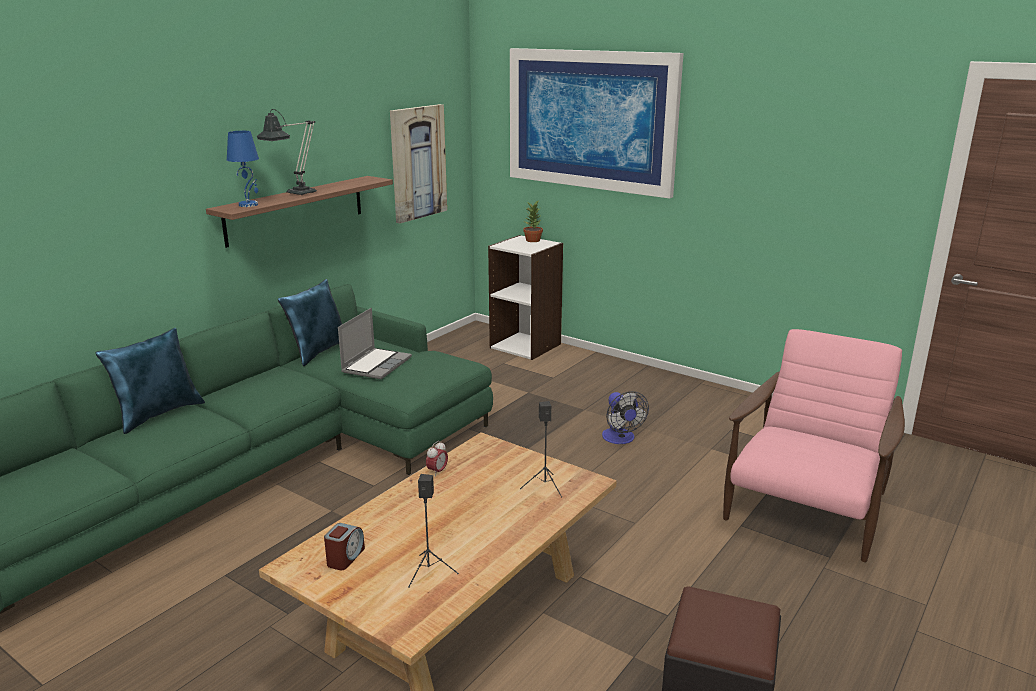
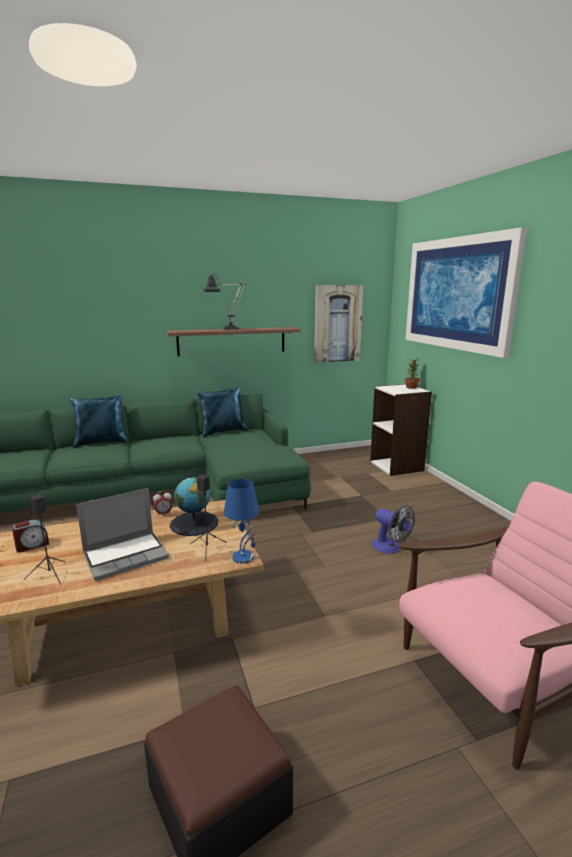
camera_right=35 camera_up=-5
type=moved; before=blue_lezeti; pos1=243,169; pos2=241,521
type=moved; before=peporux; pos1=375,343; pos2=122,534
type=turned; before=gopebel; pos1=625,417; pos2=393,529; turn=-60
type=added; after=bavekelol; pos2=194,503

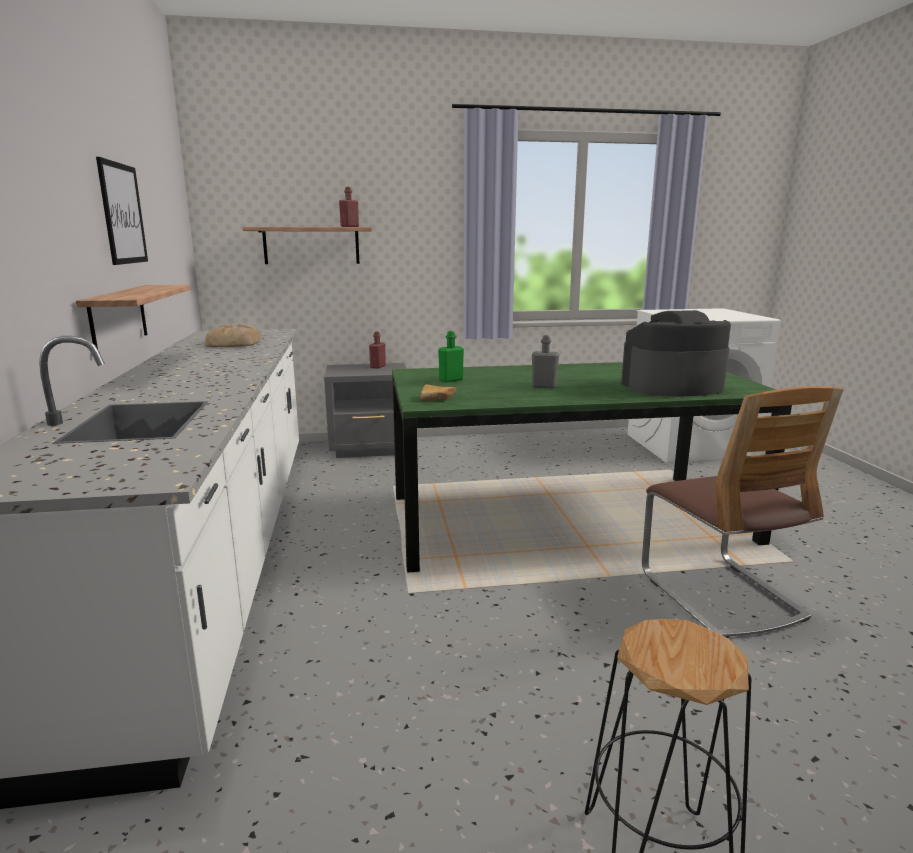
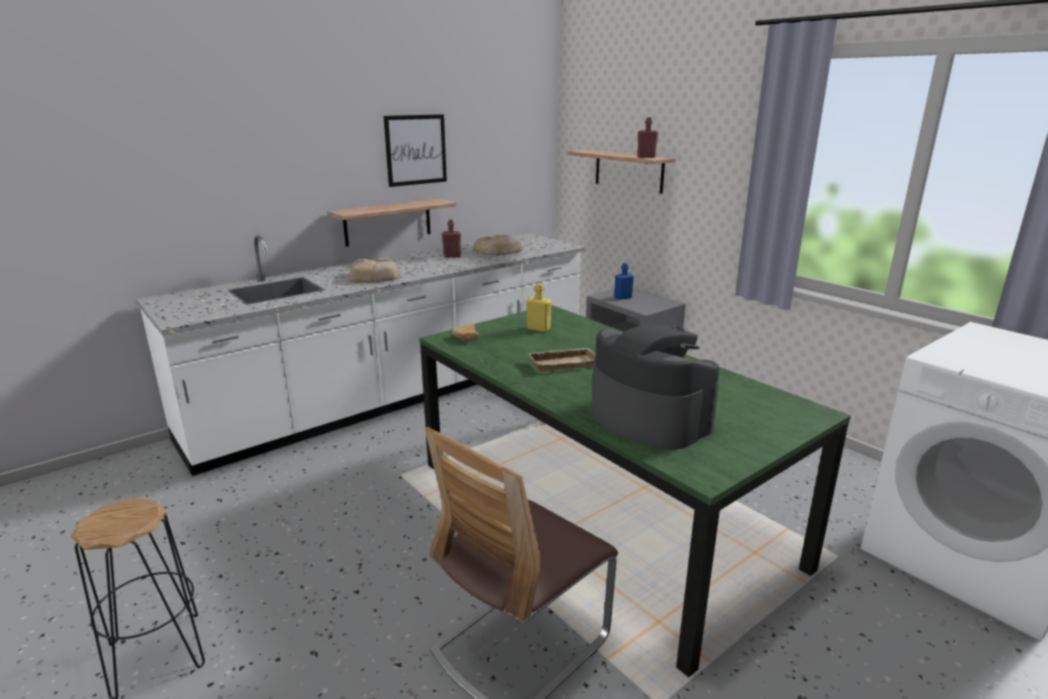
camera_right=60 camera_up=5
type=recoloured; before=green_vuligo; after=yellow_vuligo; pos1=451,356; pos2=539,307
type=moved; before=red_vuligo; pos1=377,350; pos2=451,238
type=replaced; before=grey_vuligo; after=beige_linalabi; pos1=545,361; pos2=562,360
type=added; after=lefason; pos2=374,270
type=added; after=blue_vuligo; pos2=624,281

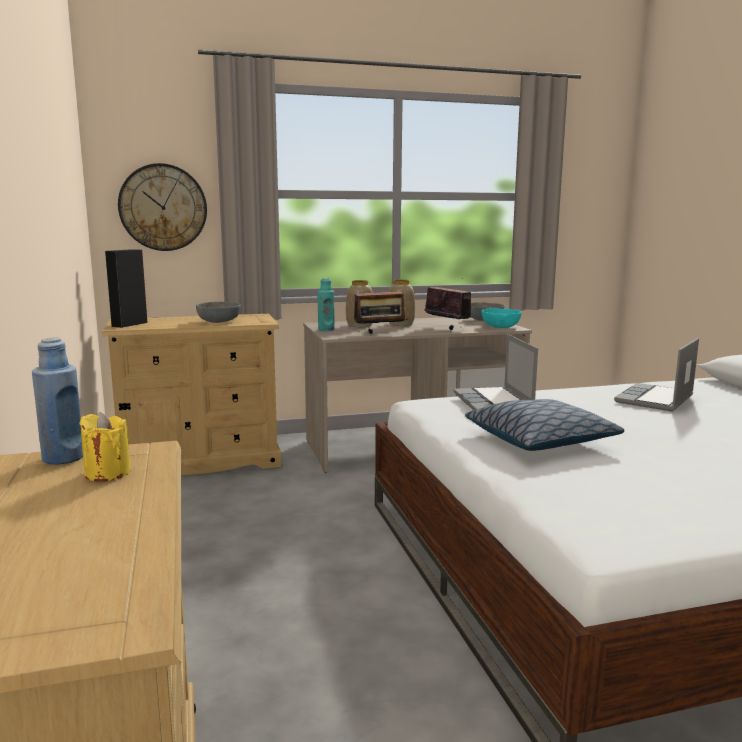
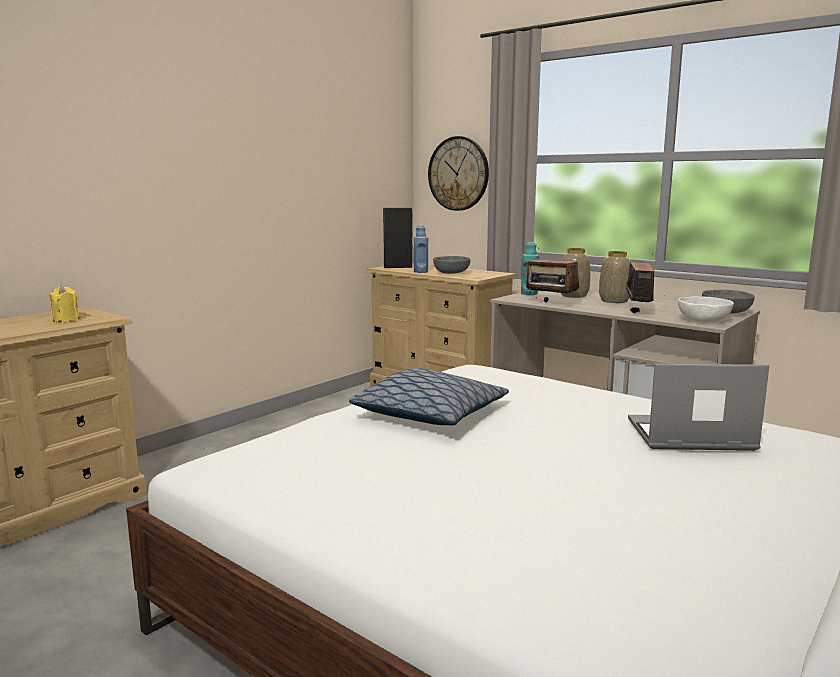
camera_right=55 camera_up=0
type=recoloured; before=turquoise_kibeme; after=white_kibeme; pos1=501,318; pos2=706,309
type=removed; before=peporux; pos1=496,372
type=moved; before=blue_vuligo; pos1=57,401; pos2=421,249

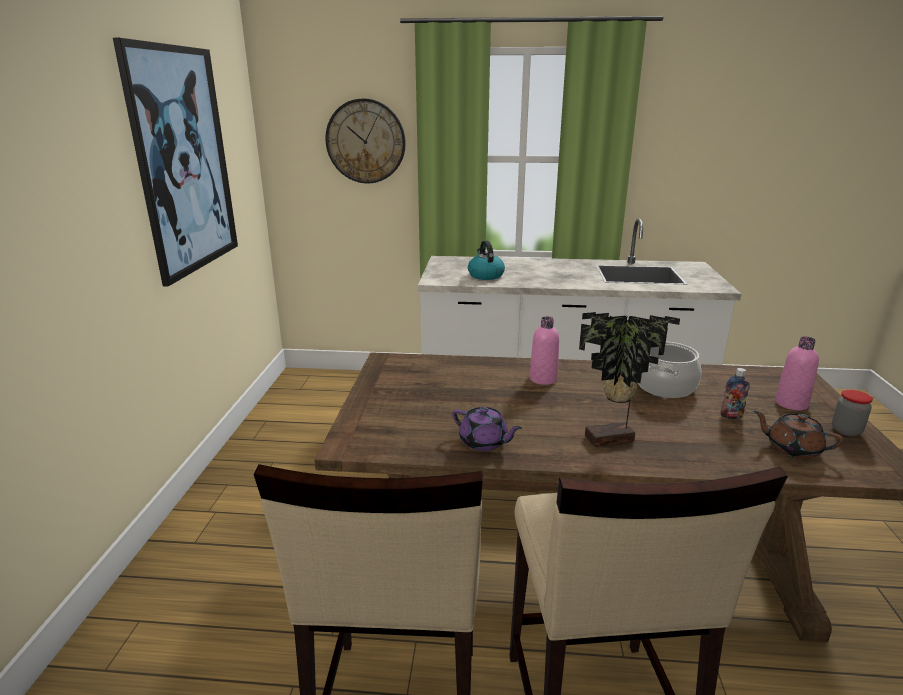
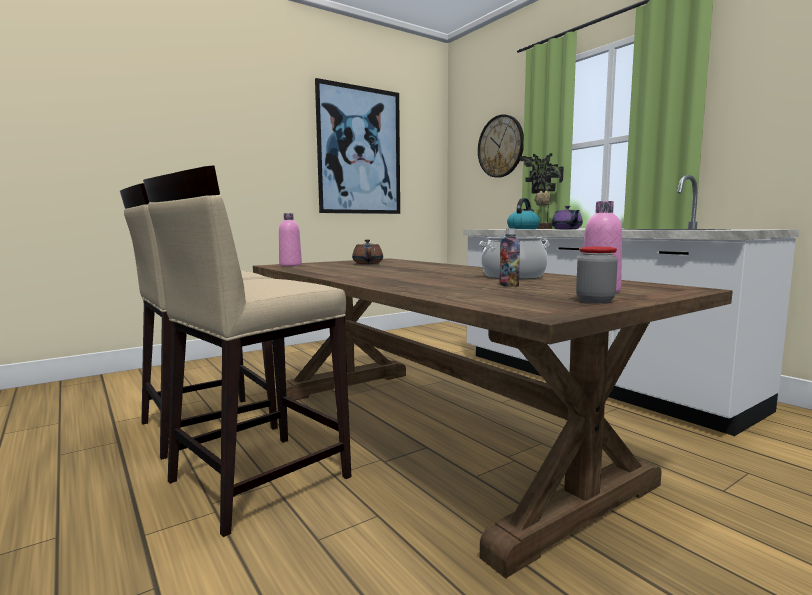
camera_right=50 camera_up=-15
type=moved; before=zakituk; pos1=629,379; pos2=542,191
type=moved; before=pink_vuligo; pos1=544,350; pos2=290,239
type=moved; before=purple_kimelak; pos1=487,429; pos2=567,217
type=moved; before=brown_kimelak; pos1=798,435; pos2=367,251

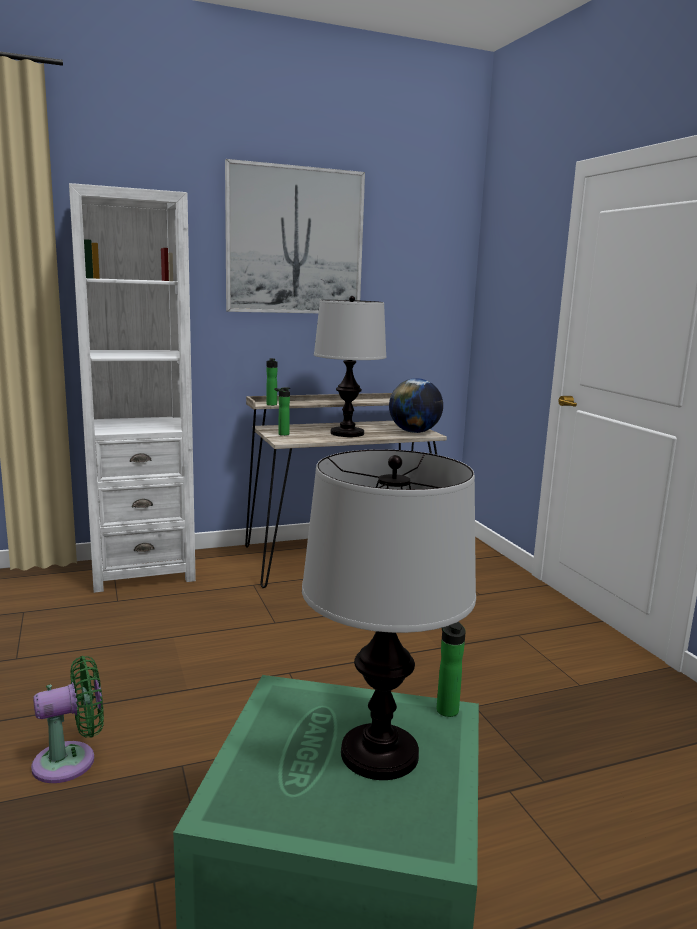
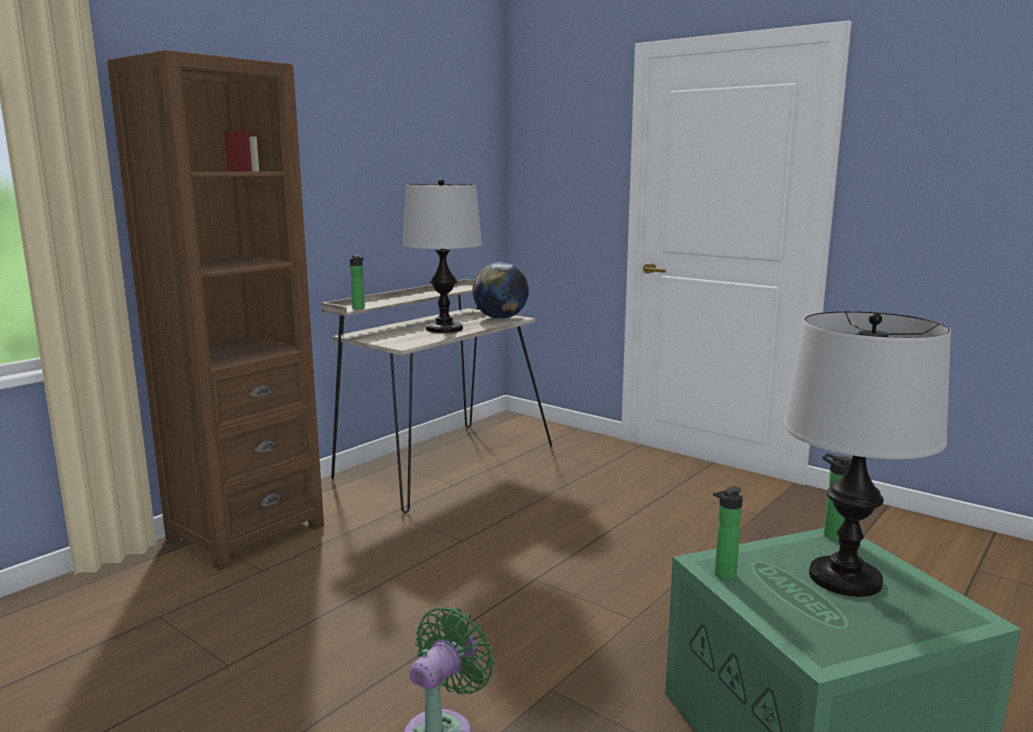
camera_right=-30 camera_up=0
type=removed; before=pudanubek; pos1=295,236
type=recoloured; before=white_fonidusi; after=brown_fonidusi; pos1=132,388; pos2=215,310
type=moved; before=vuligo; pos1=282,411; pos2=728,533

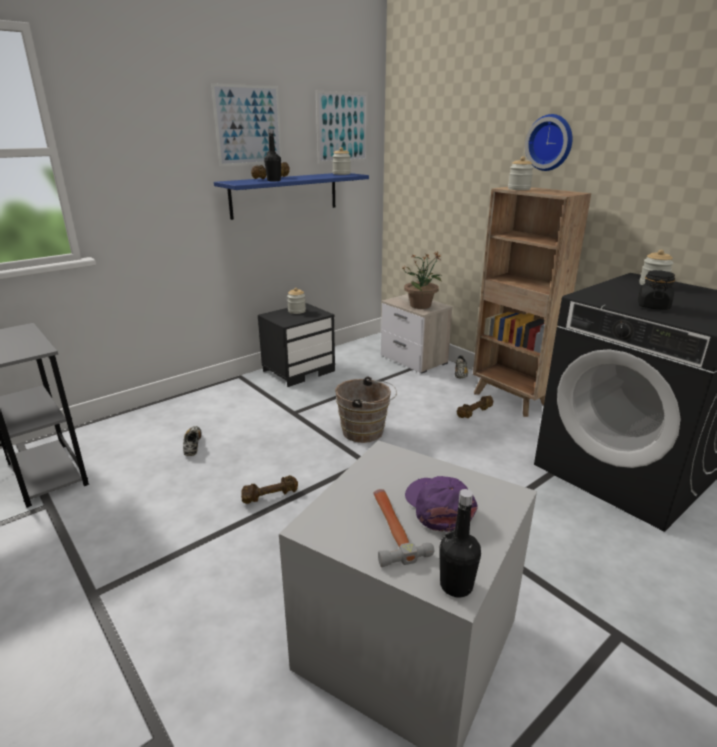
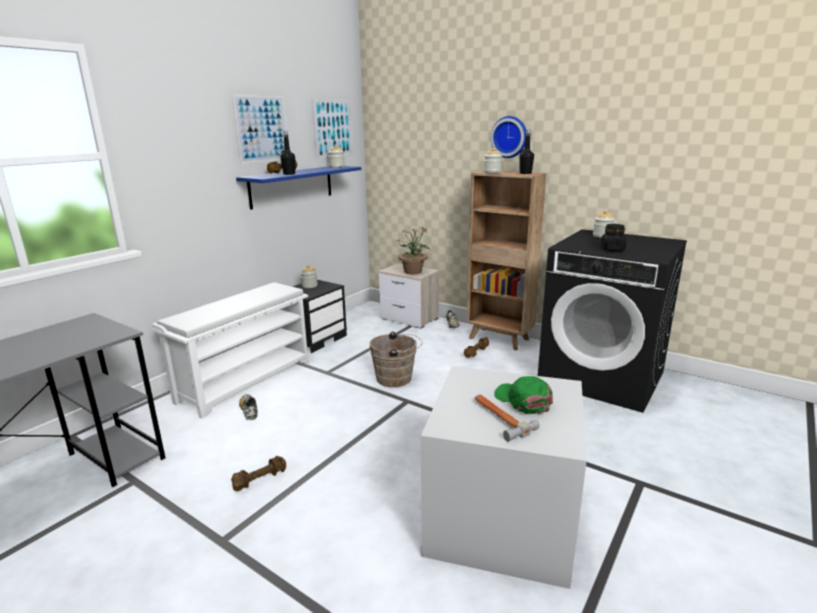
camera_right=-15 camera_up=-5
type=moved; before=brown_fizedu; pos1=269,489; pos2=258,473
type=recoloured; before=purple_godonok; after=green_godonok; pos1=441,504; pos2=523,395
type=moved; before=black_vuligo; pos1=460,543; pos2=526,152
type=added; after=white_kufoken; pos2=230,350

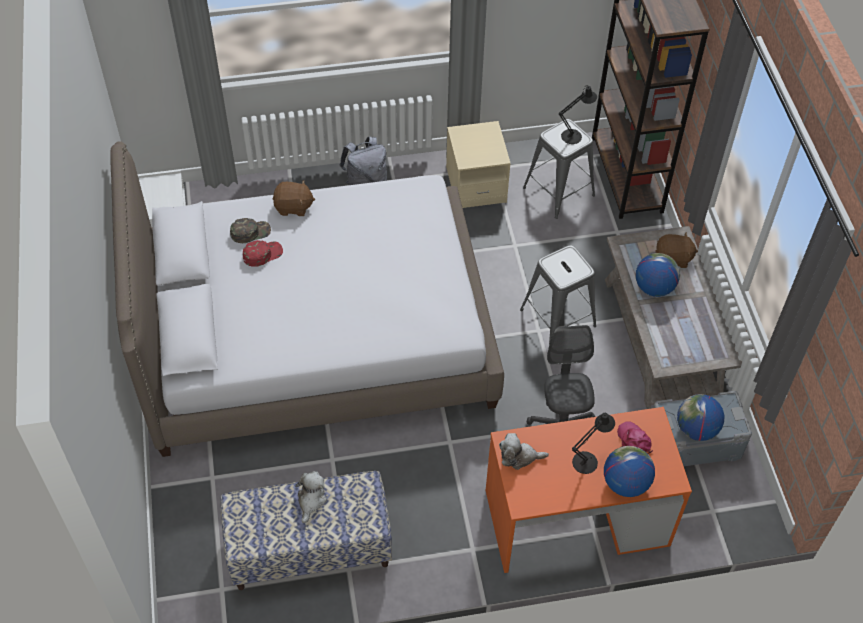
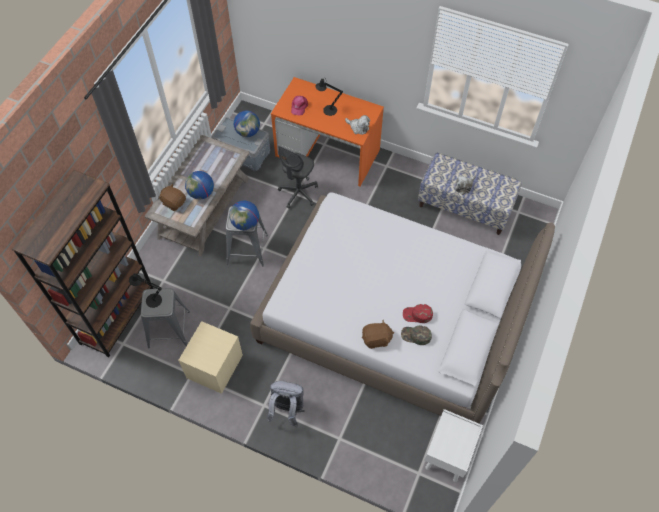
camera_right=-145 camera_up=5
type=turned; before=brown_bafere; pos1=294,198; pos2=378,334; turn=135
type=moved; before=bavekelol; pos1=629,471; pos2=244,215

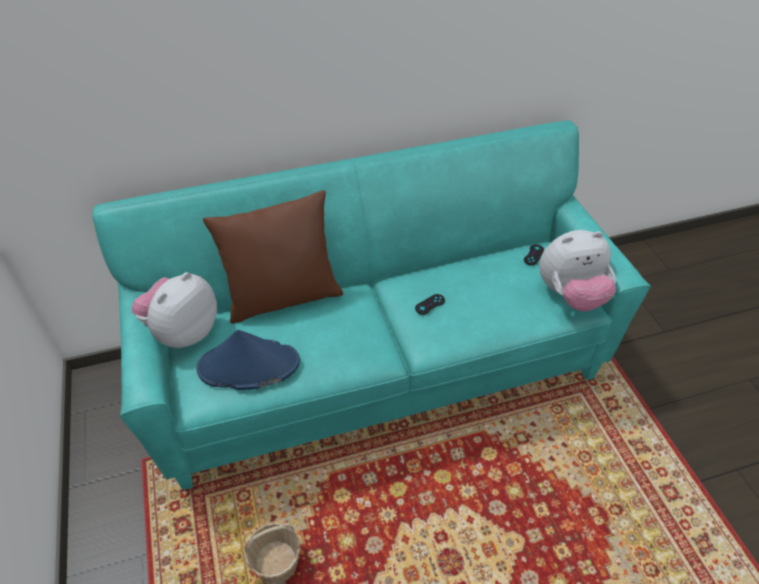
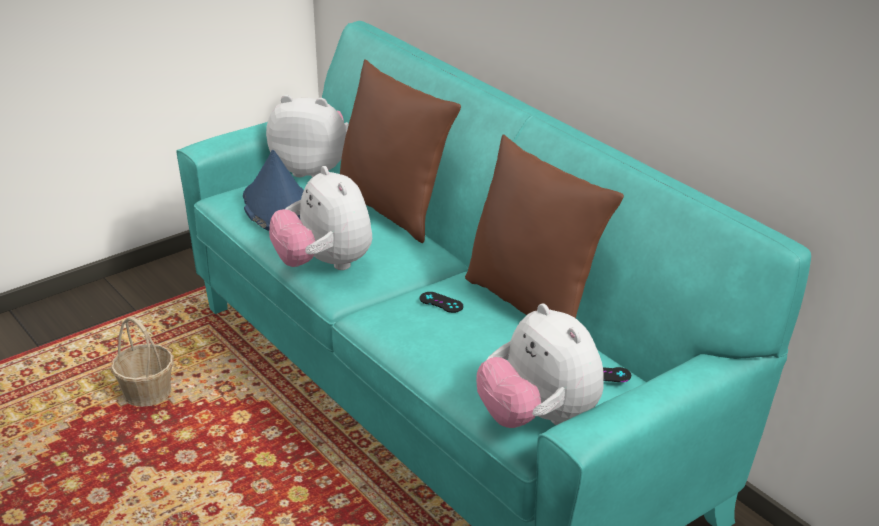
camera_right=70 camera_up=-15
type=added; after=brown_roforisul; pos2=544,226
type=added; after=bafere; pos2=320,218

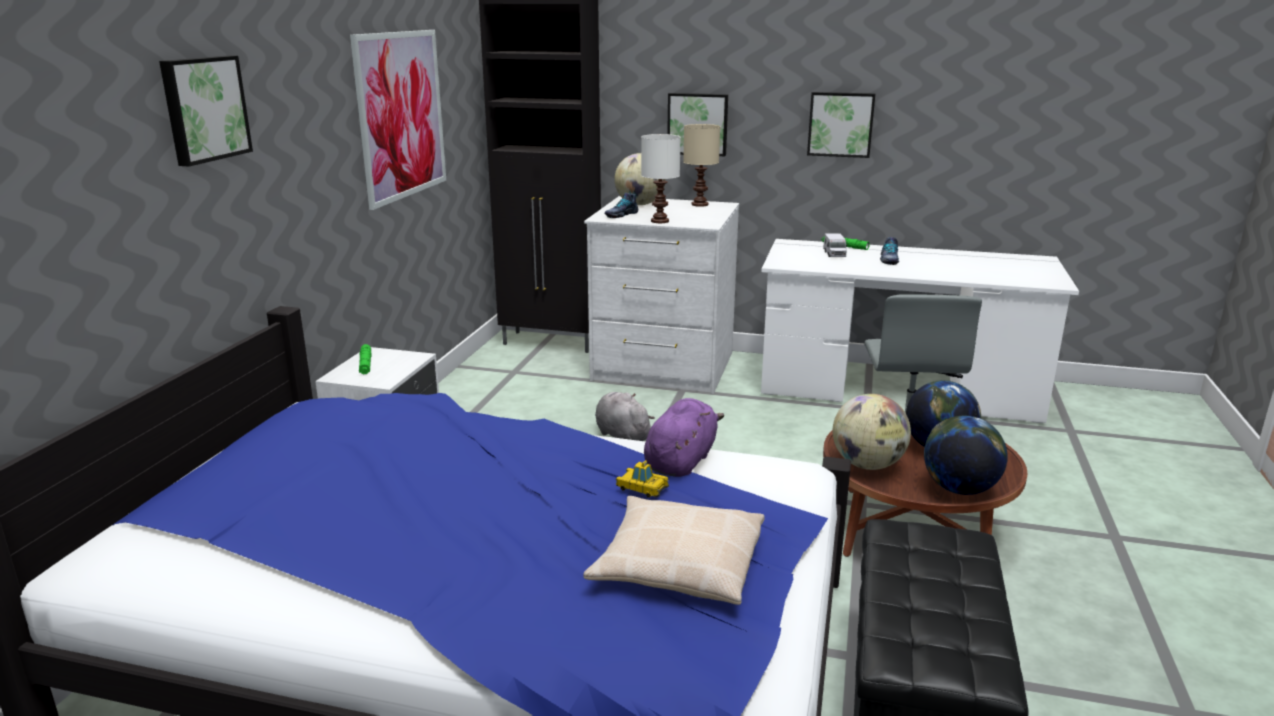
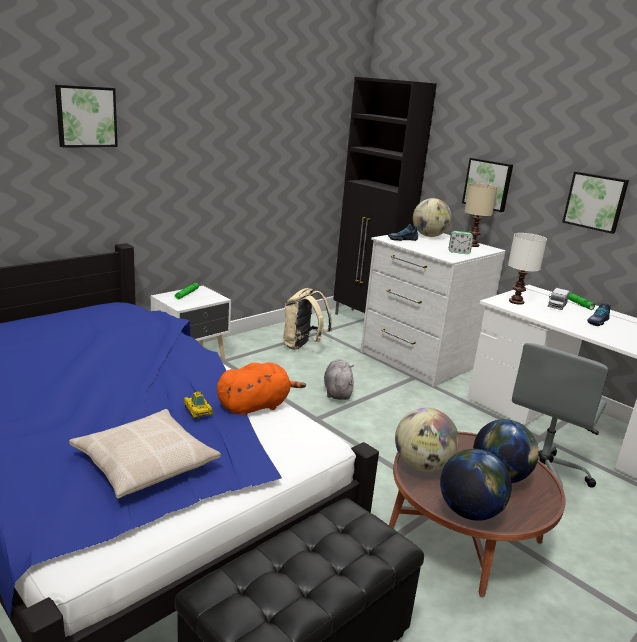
camera_right=30 camera_up=0
type=removed; before=pudanubek; pos1=398,120
type=moved; before=white_lezeti; pos1=660,178; pos2=527,269
type=recoloured; before=purple_bafere; after=orange_bafere; pos1=684,437; pos2=261,388
type=added; after=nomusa; pos2=461,242
type=added; after=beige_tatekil; pos2=307,319

